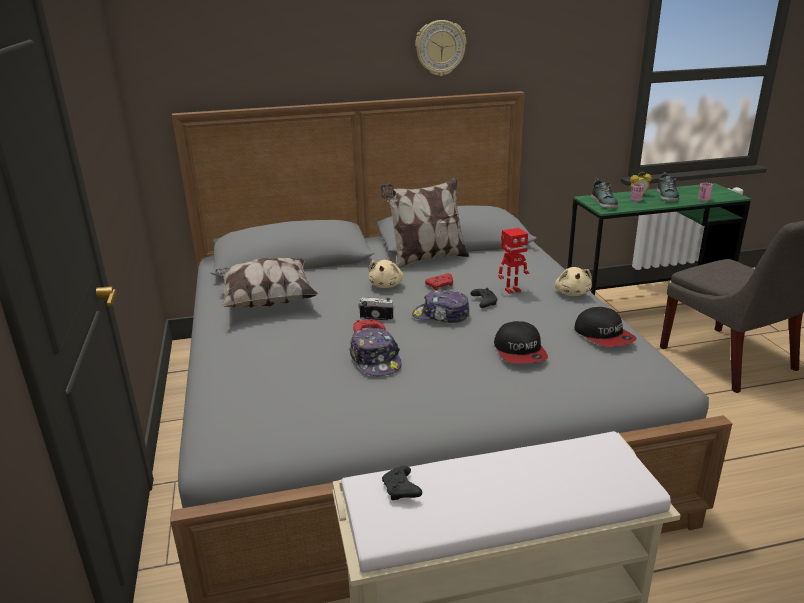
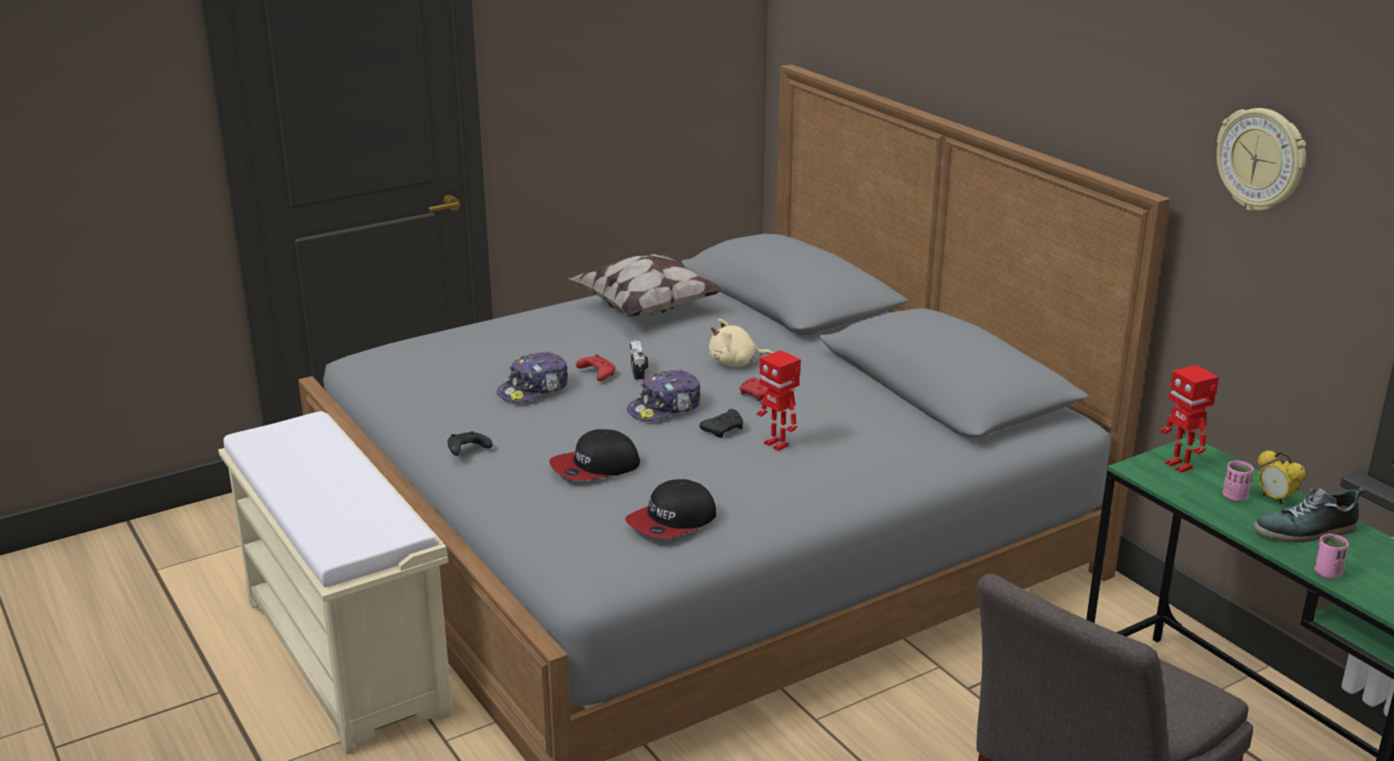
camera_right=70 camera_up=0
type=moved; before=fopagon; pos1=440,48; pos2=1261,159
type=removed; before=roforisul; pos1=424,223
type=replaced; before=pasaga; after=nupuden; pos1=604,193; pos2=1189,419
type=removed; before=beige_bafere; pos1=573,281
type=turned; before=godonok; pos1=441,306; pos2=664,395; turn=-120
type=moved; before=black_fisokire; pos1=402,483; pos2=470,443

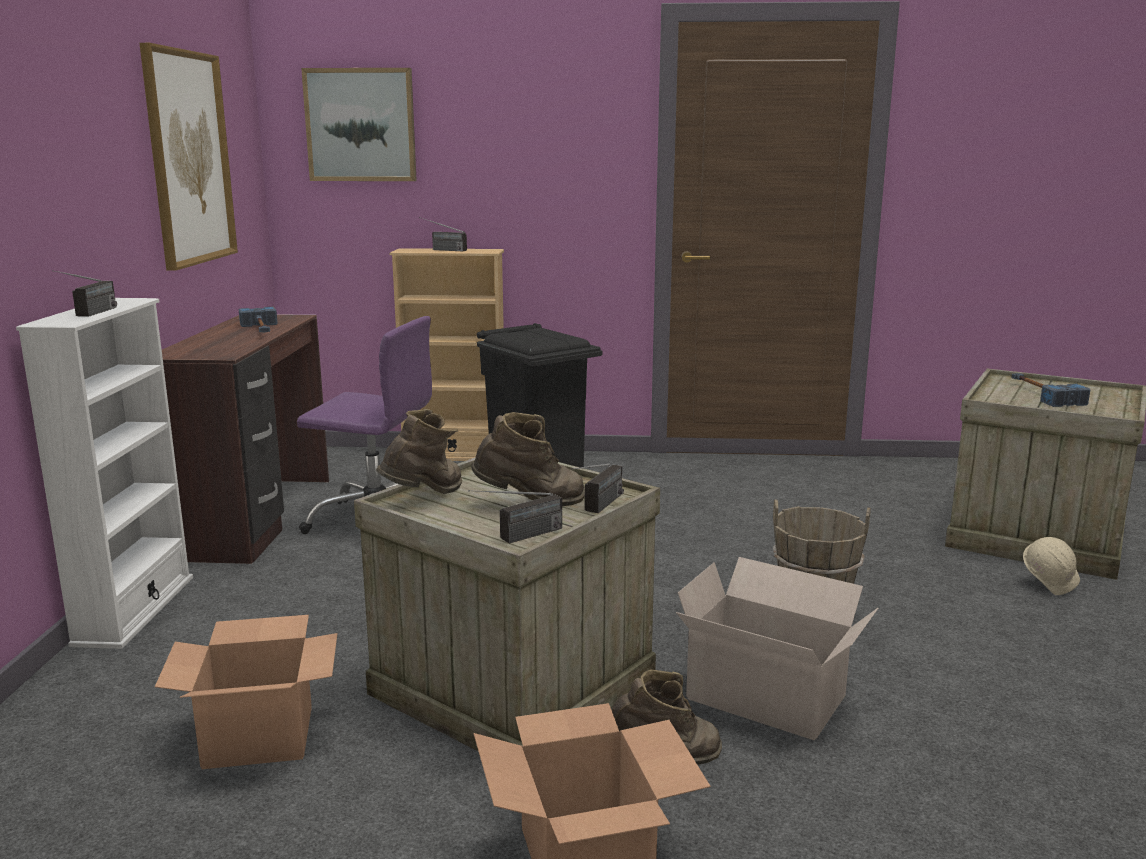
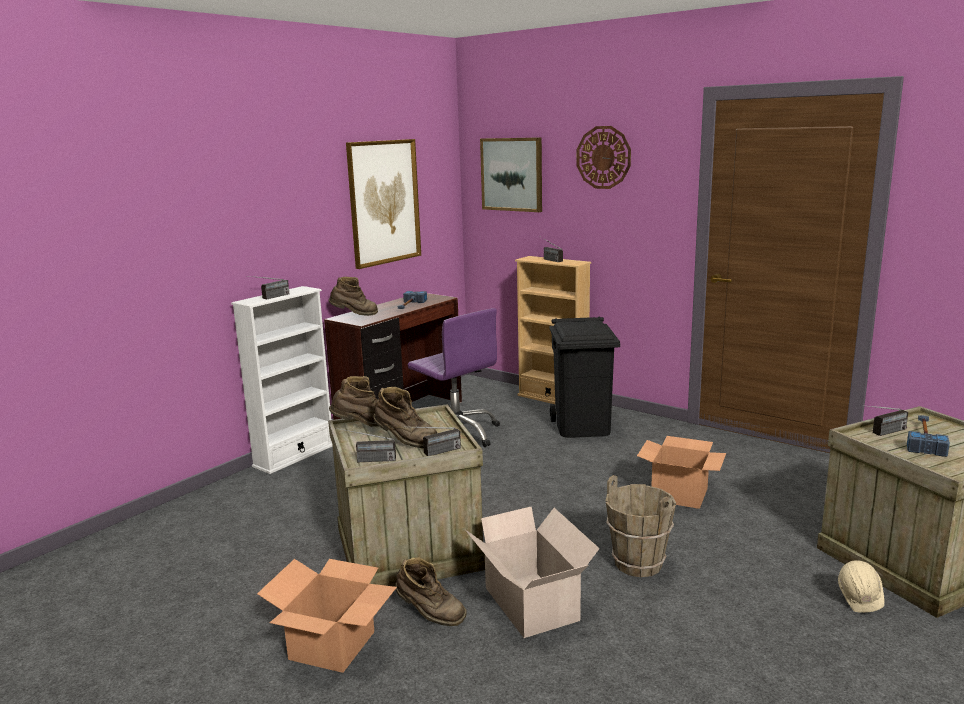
camera_right=35 camera_up=0
type=moved; before=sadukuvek; pos1=246,692; pos2=681,472
type=added; after=fopagon; pos2=604,157
type=added; after=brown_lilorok; pos2=353,296
type=added; after=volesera; pos2=885,420

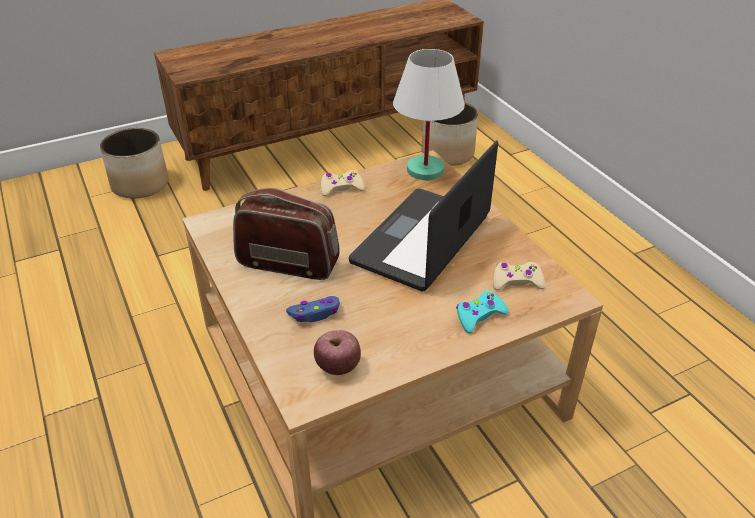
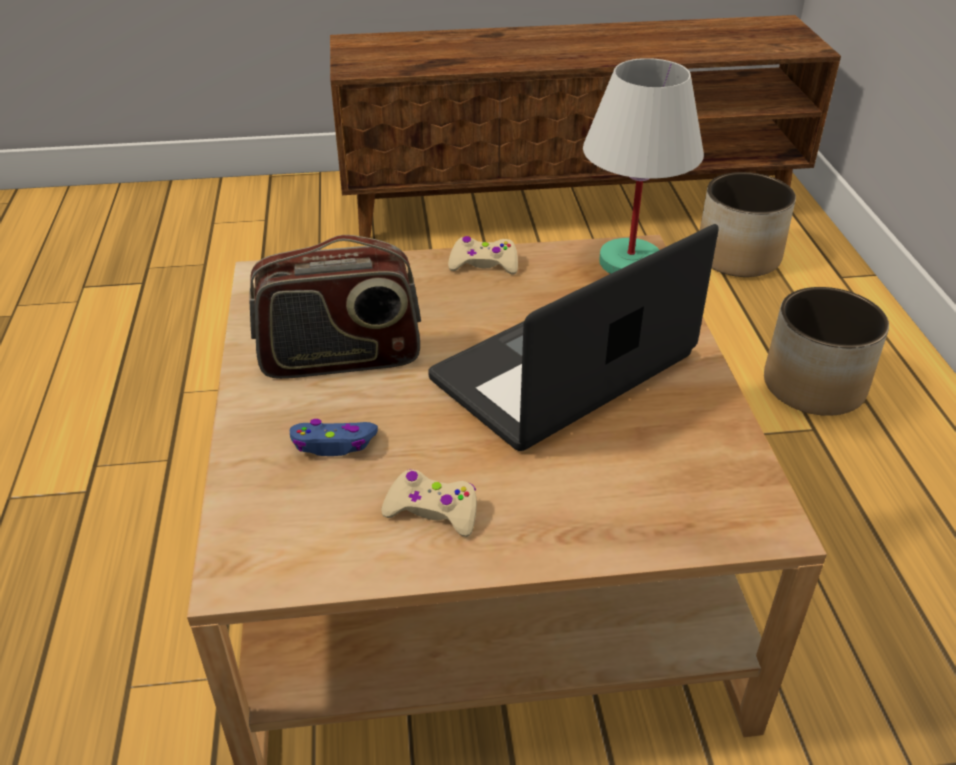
camera_right=20 camera_up=0
type=moved; before=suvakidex; pos1=134,163; pos2=826,351
type=turned; before=volesera; pos1=286,233; pos2=335,307; turn=135
type=moved; before=beige_fisokire; pos1=519,276; pos2=429,503
type=removed; before=turquoise_fisokire; pos1=482,311
type=removed; before=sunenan; pos1=337,352

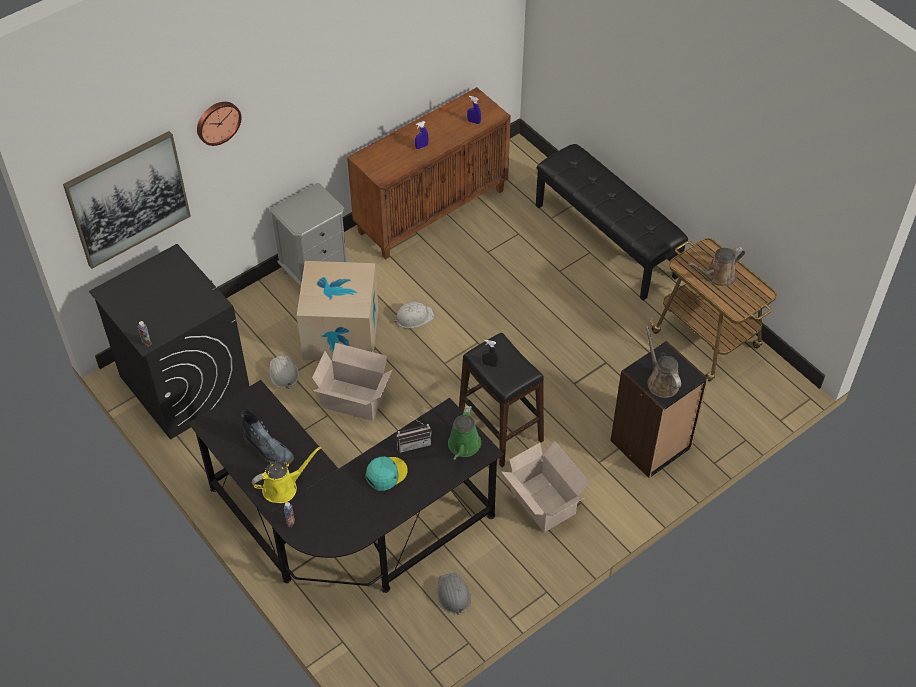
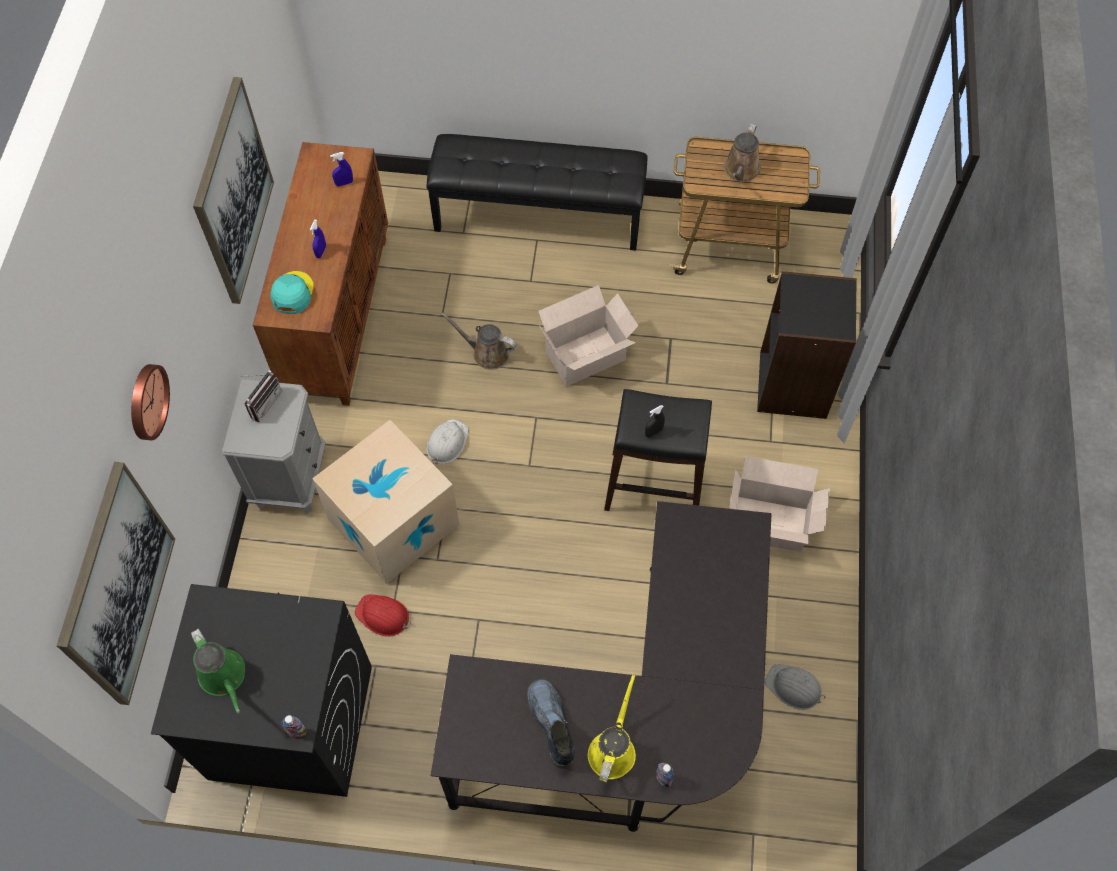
camera_right=-45 camera_up=10
type=moved; before=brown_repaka; pos1=663,362; pos2=478,341
type=moved; before=sadukuvek; pos1=352,382; pos2=588,335
type=recoloured; before=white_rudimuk; after=red_rudimuk; pos1=284,372; pos2=383,615
type=moved; before=green_repaka; pos1=464,433; pos2=218,671
type=turned; before=lilorok; pos1=267,438; pos2=551,723; turn=-105
type=moved; before=volesera; pos1=414,433; pos2=261,396
type=moved; before=turquoise_godonok; pos1=387,473; pos2=292,292
type=added; after=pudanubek; pos2=233,190

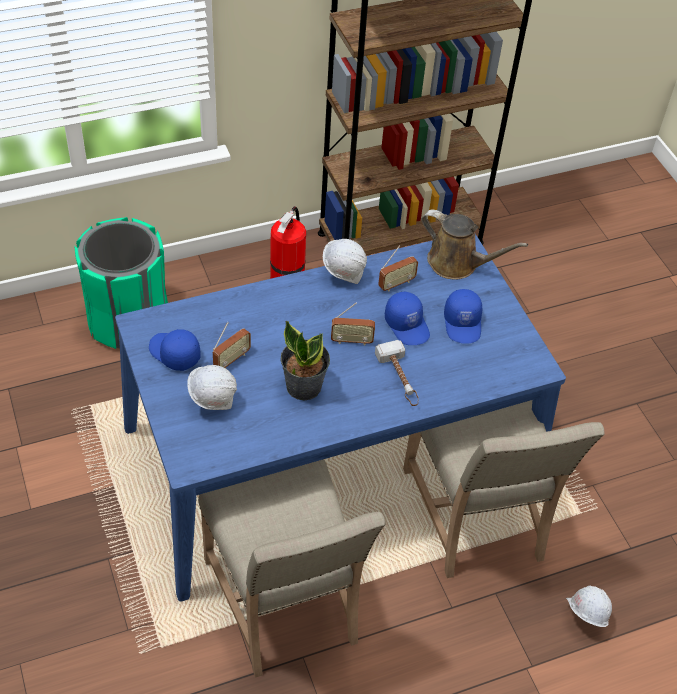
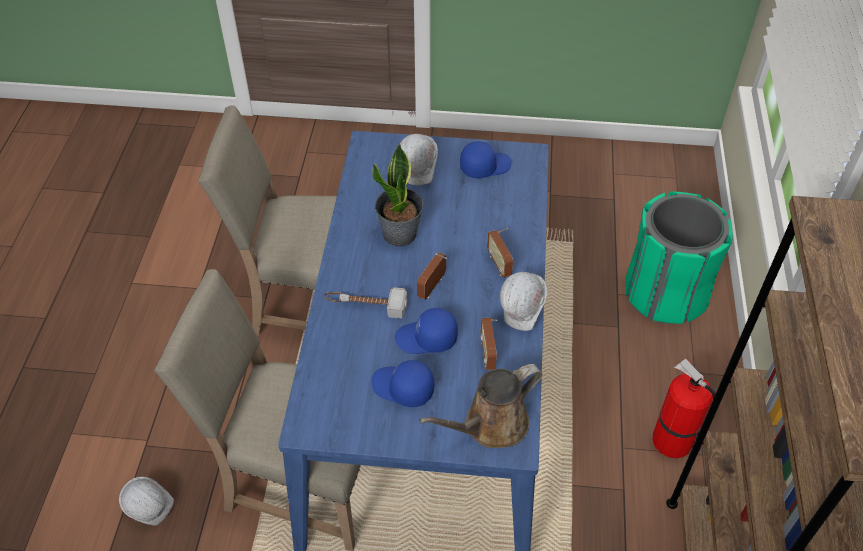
camera_right=120 camera_up=0
type=moved; before=volesera; pos1=232,345; pos2=500,253

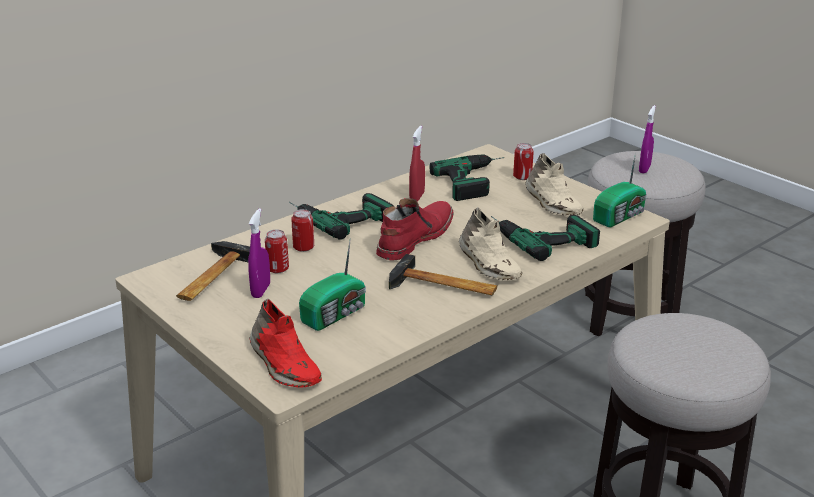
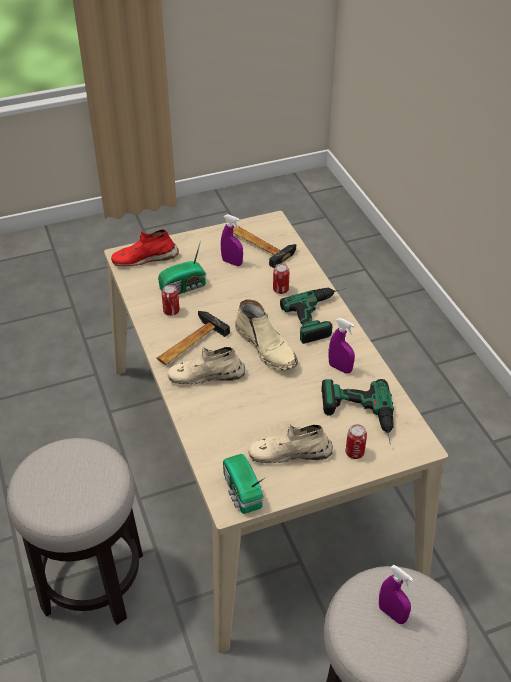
camera_right=110 camera_up=15
type=recoloured; before=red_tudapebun; after=purple_tudapebun; pos1=417,163; pos2=341,346
type=recoloured; before=red_lilorok; after=beige_lilorok; pos1=415,229; pos2=266,334
type=removed; before=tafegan; pos1=545,238
type=moved; before=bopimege; pos1=277,251; pos2=171,300
type=turned; before=volesera; pos1=332,284; pos2=182,267; turn=-90

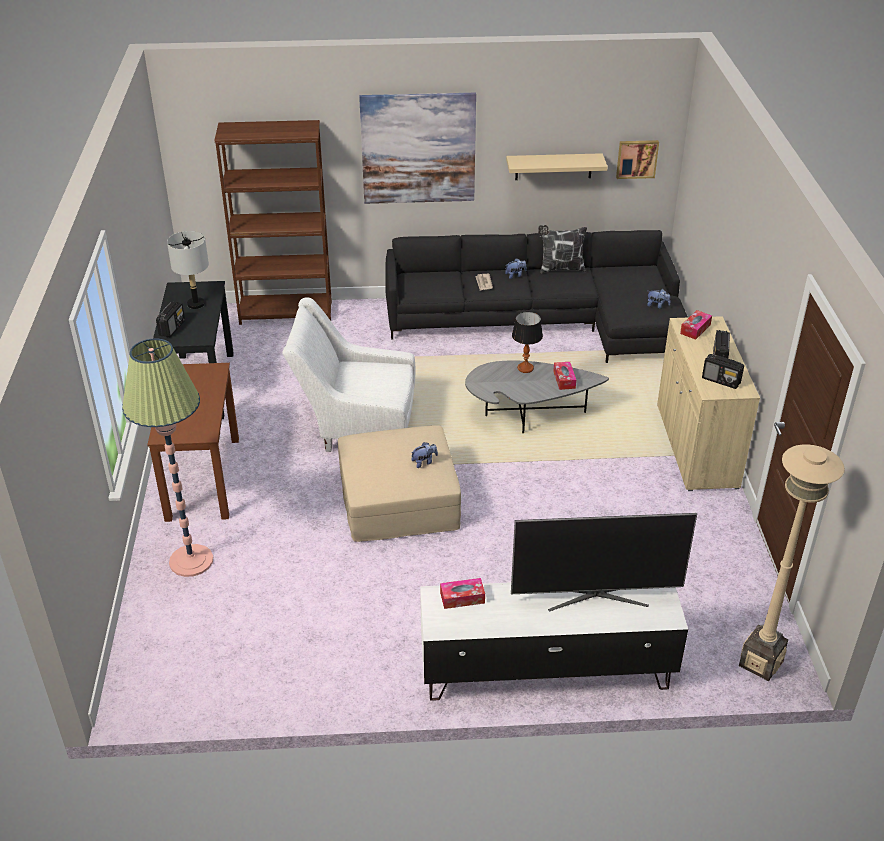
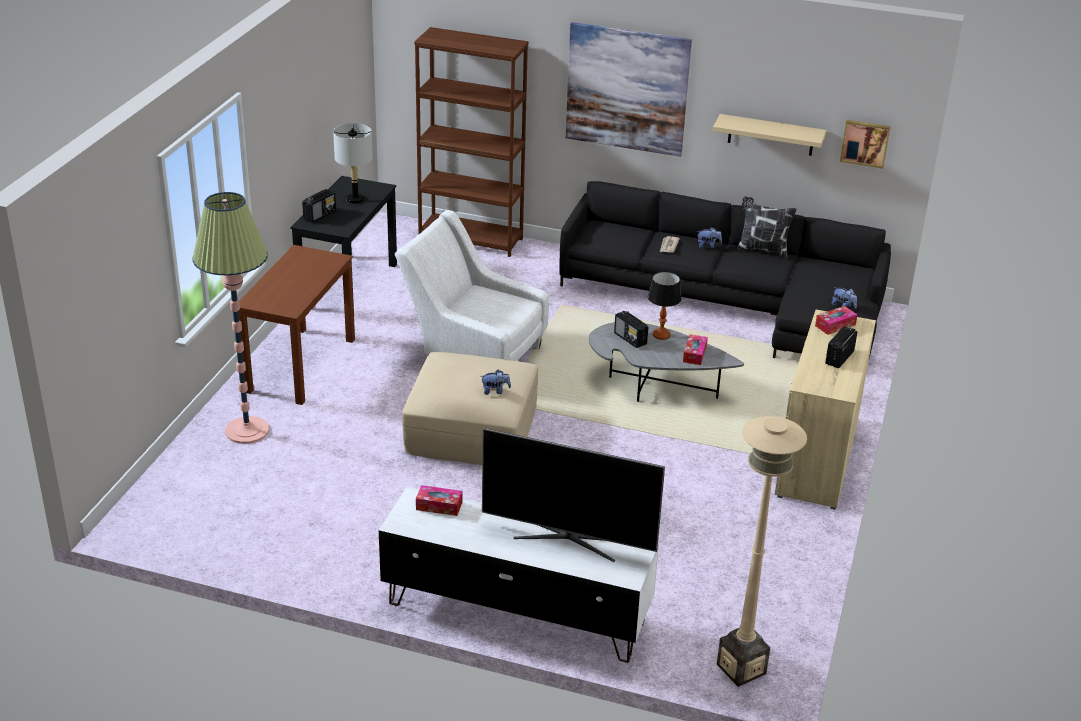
camera_right=20 camera_up=-5
type=moved; before=volesera; pos1=723,371; pos2=631,329

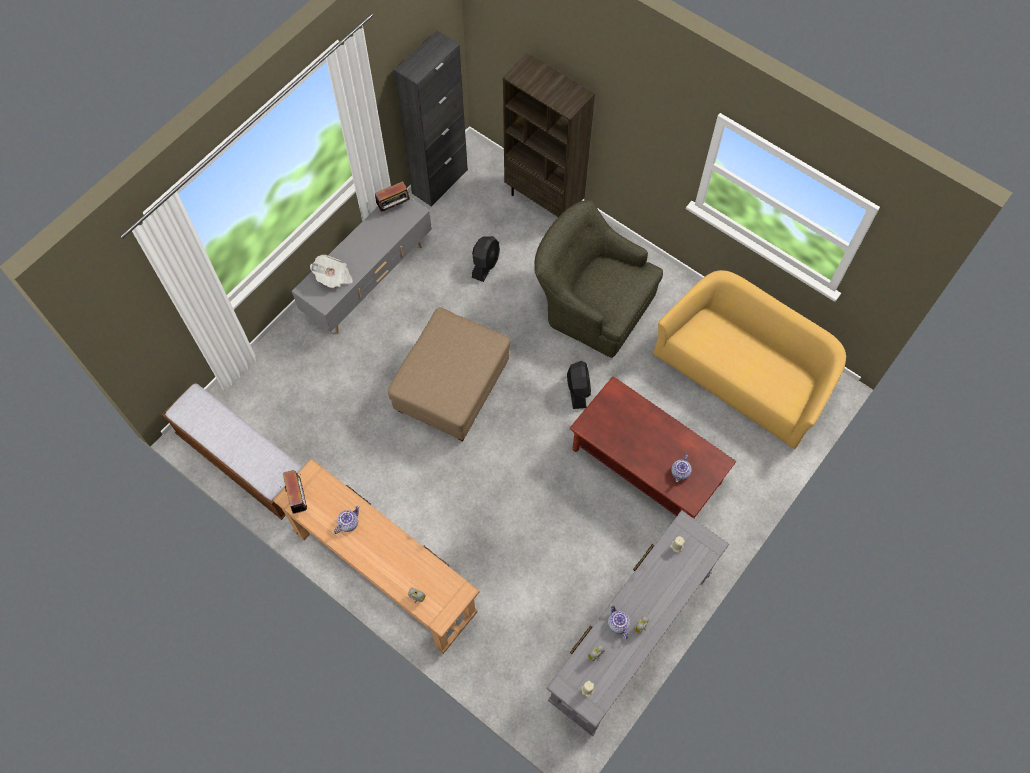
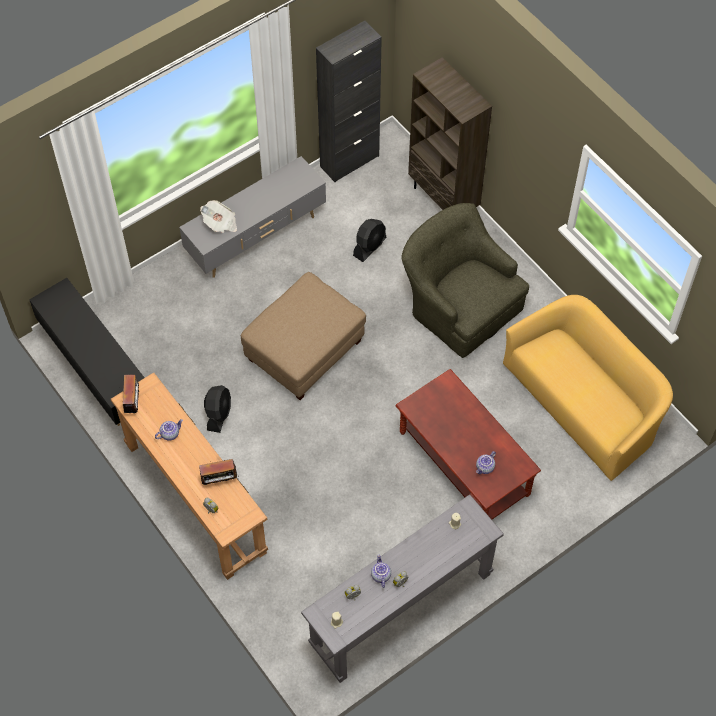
camera_right=15 camera_up=-5
type=moved; before=volesera; pos1=392,196; pos2=219,472
type=moved; before=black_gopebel; pos1=579,385; pos2=217,409
type=replaced; before=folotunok; after=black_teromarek; pos1=232,451; pos2=86,352

